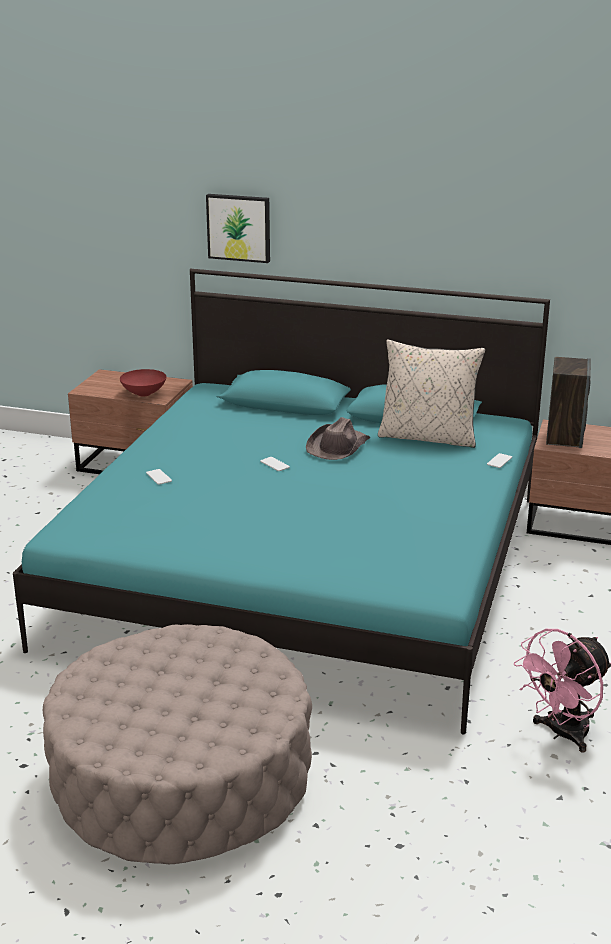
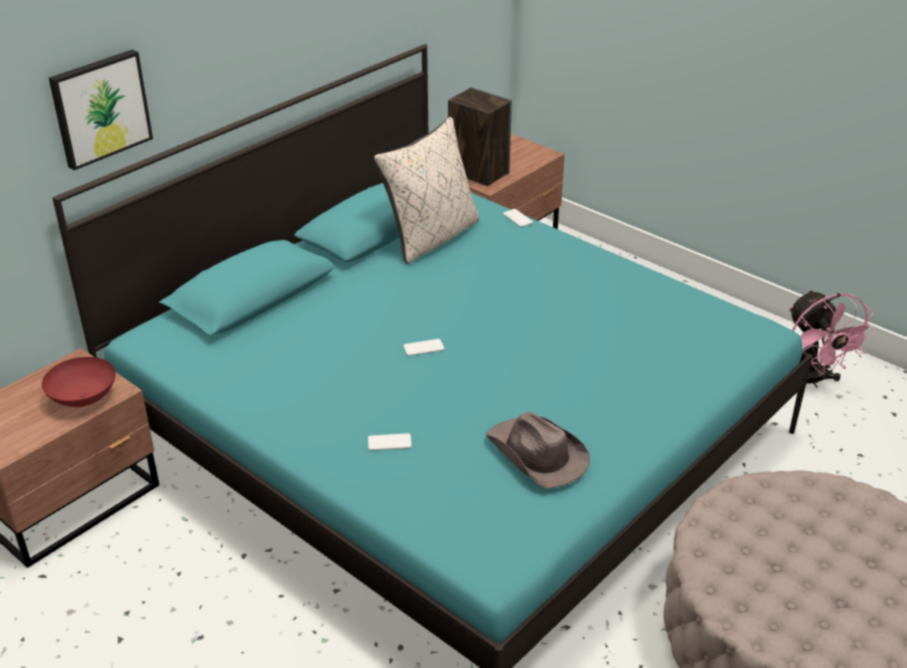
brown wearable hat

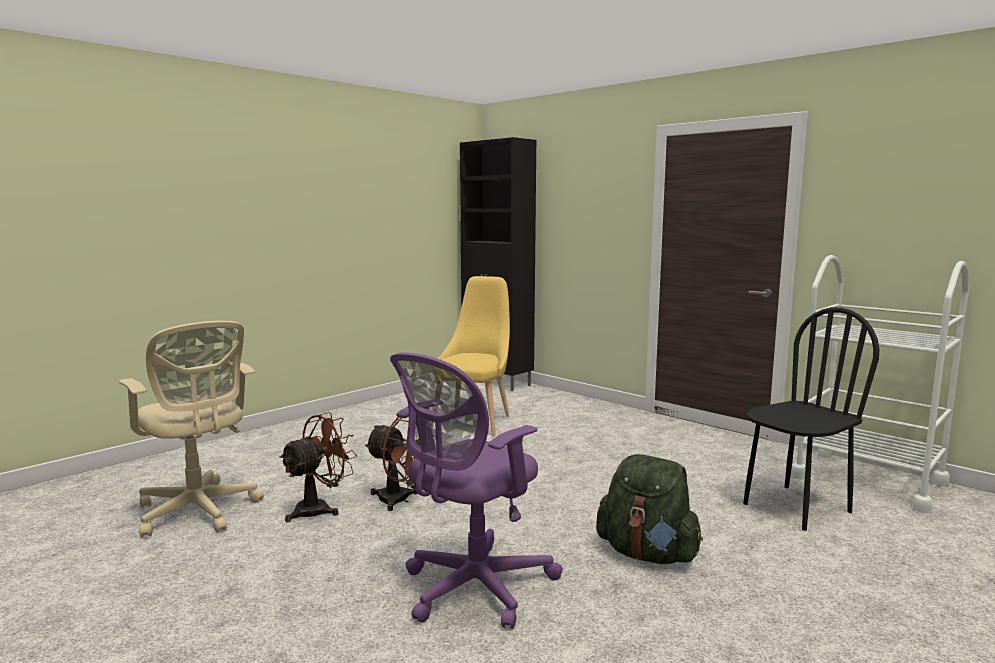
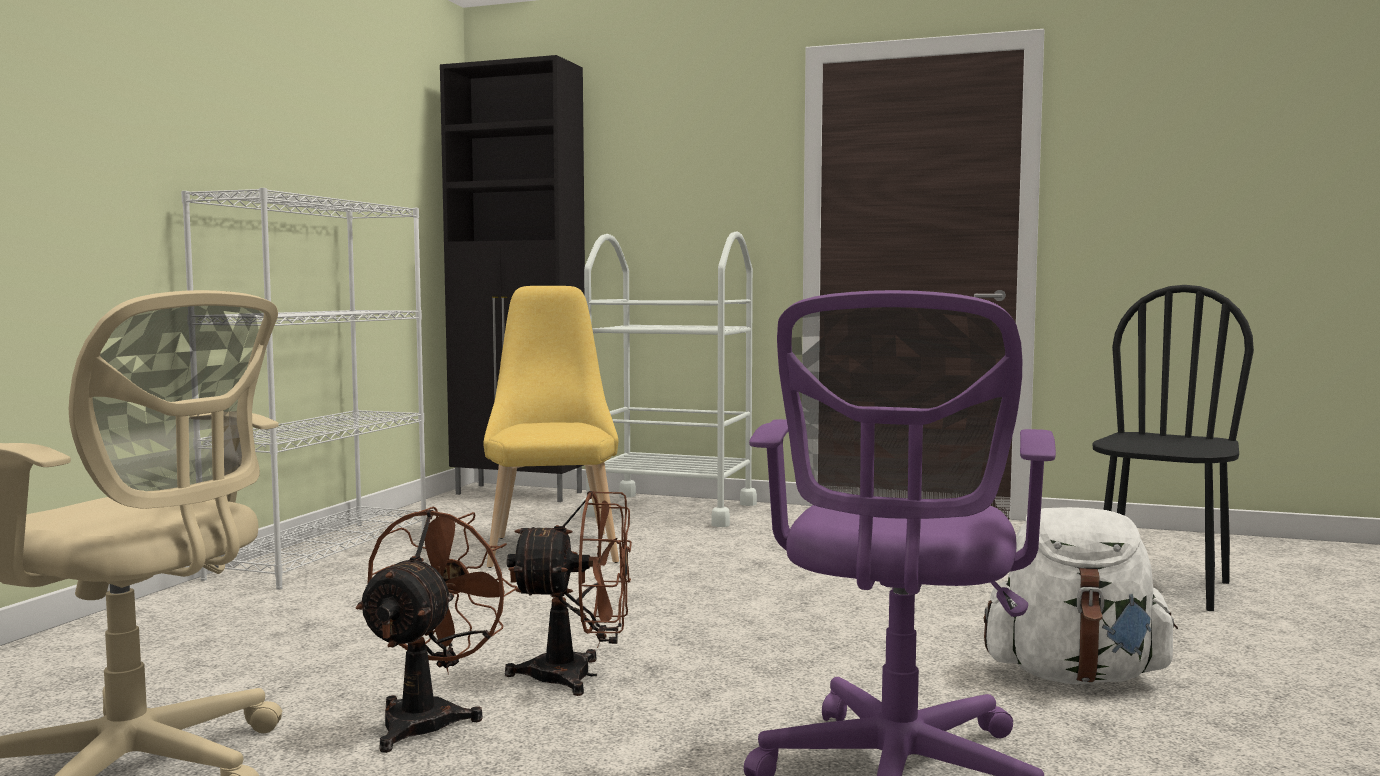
whitish knapsack
whitish cart
whitish bookcase

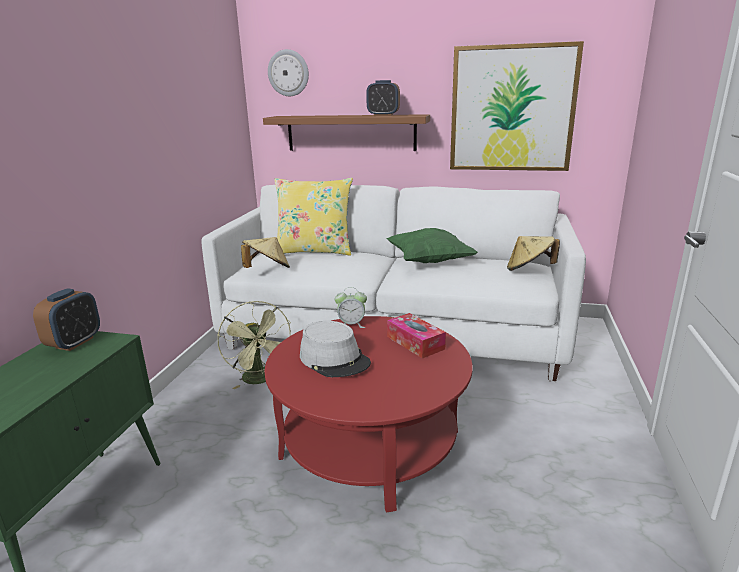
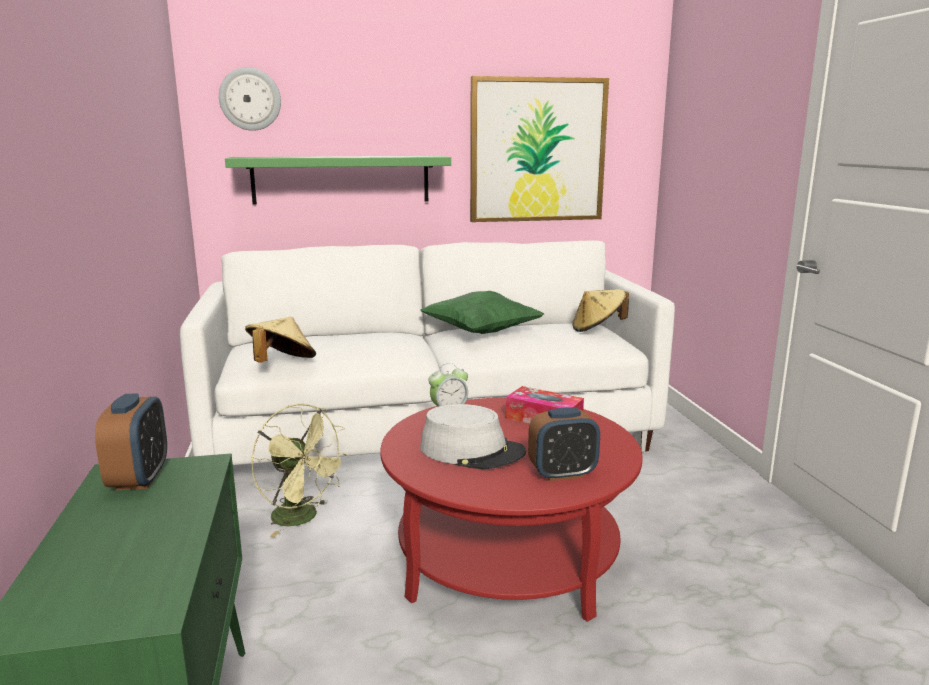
green wall shelf
yellowish pillow
bedside clock (no. 3 from left)

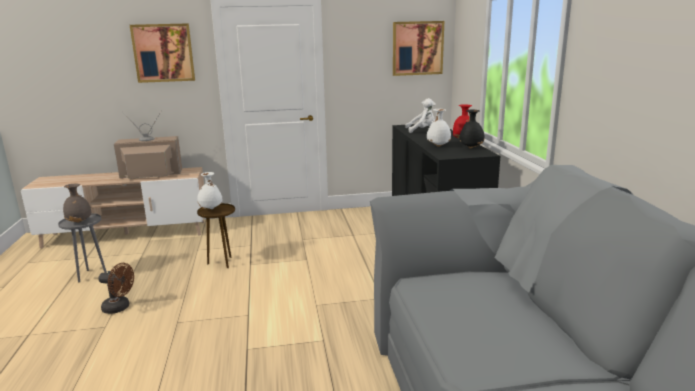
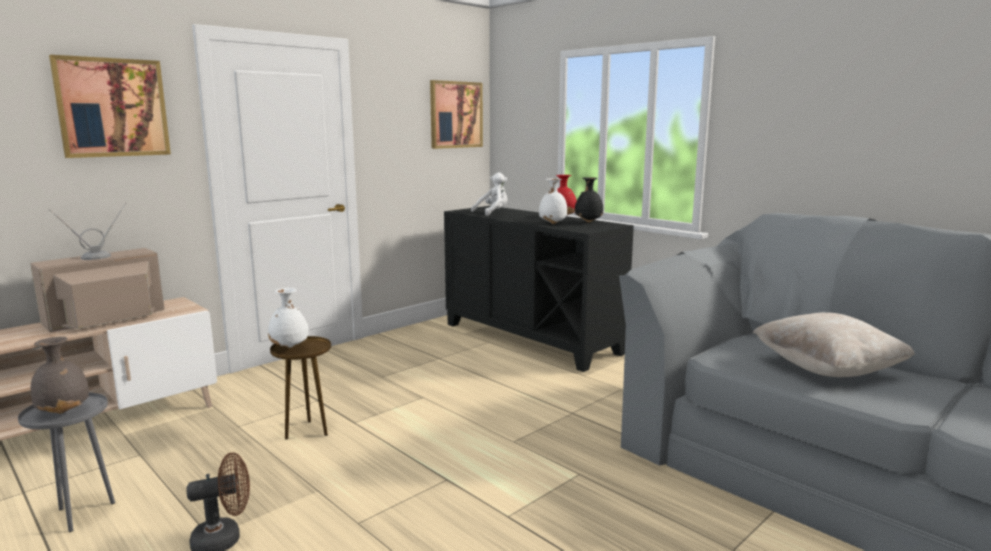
sand-coloured pillow

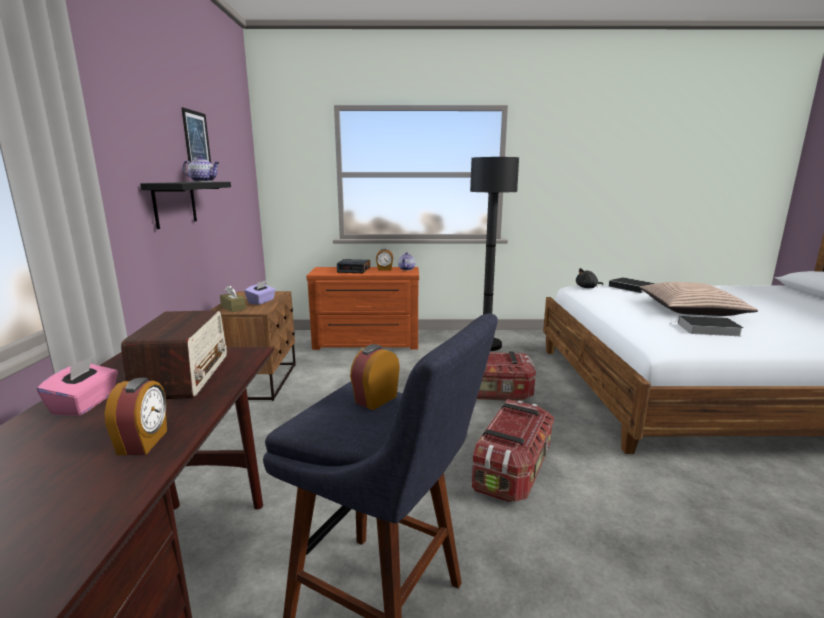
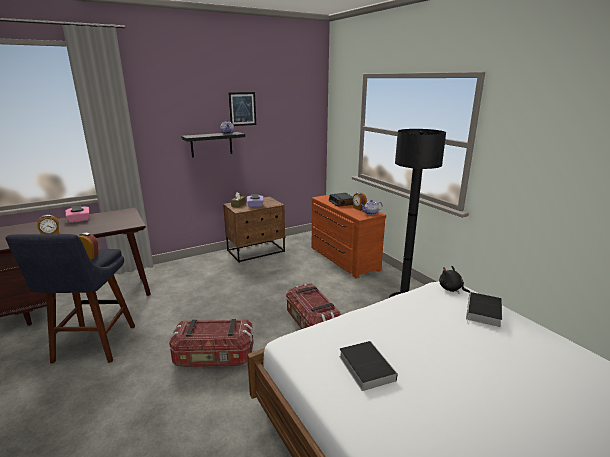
radio set
pillow

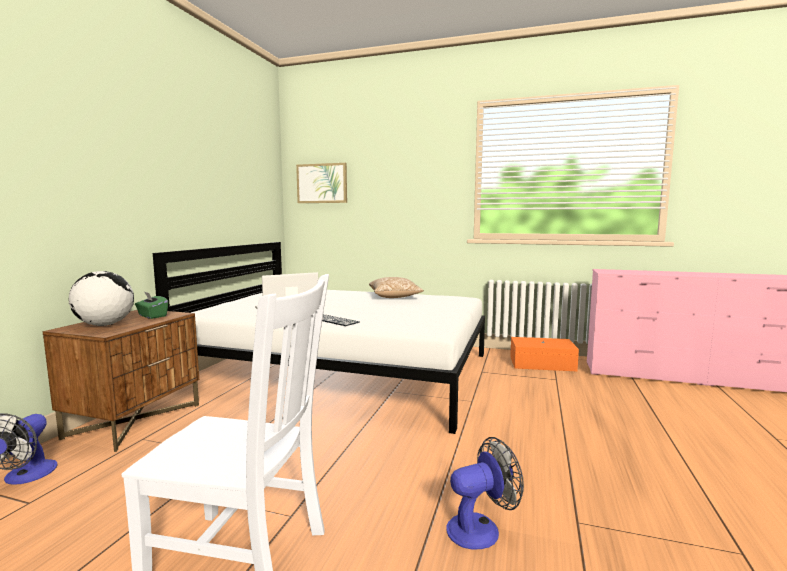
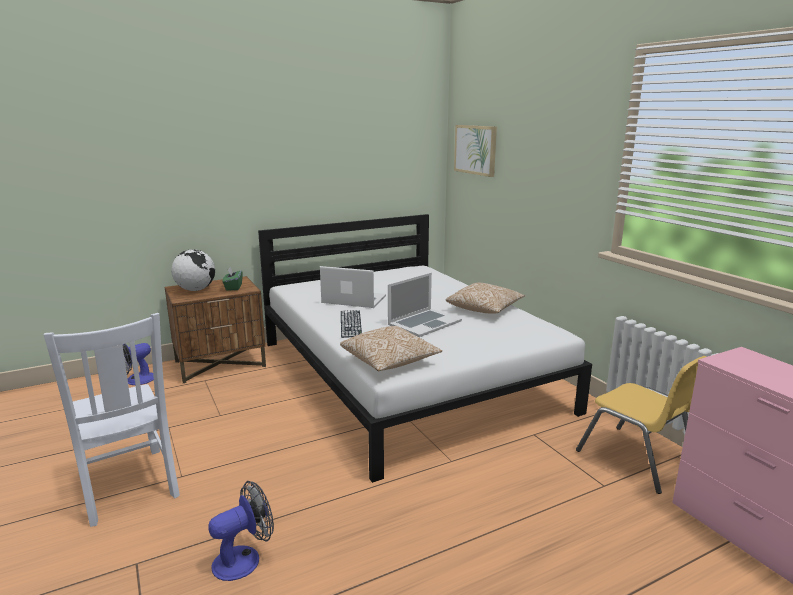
cooling fan (no. 2 from left)
yellowish chair
pillow (no. 1 from left)
notebook computer (no. 2 from left)

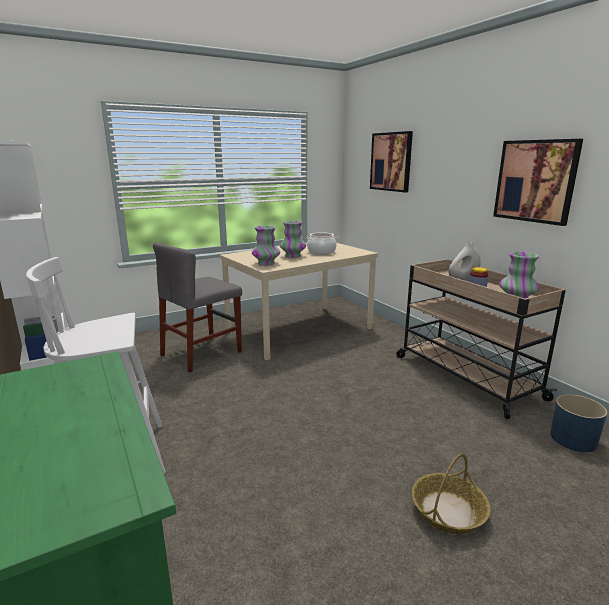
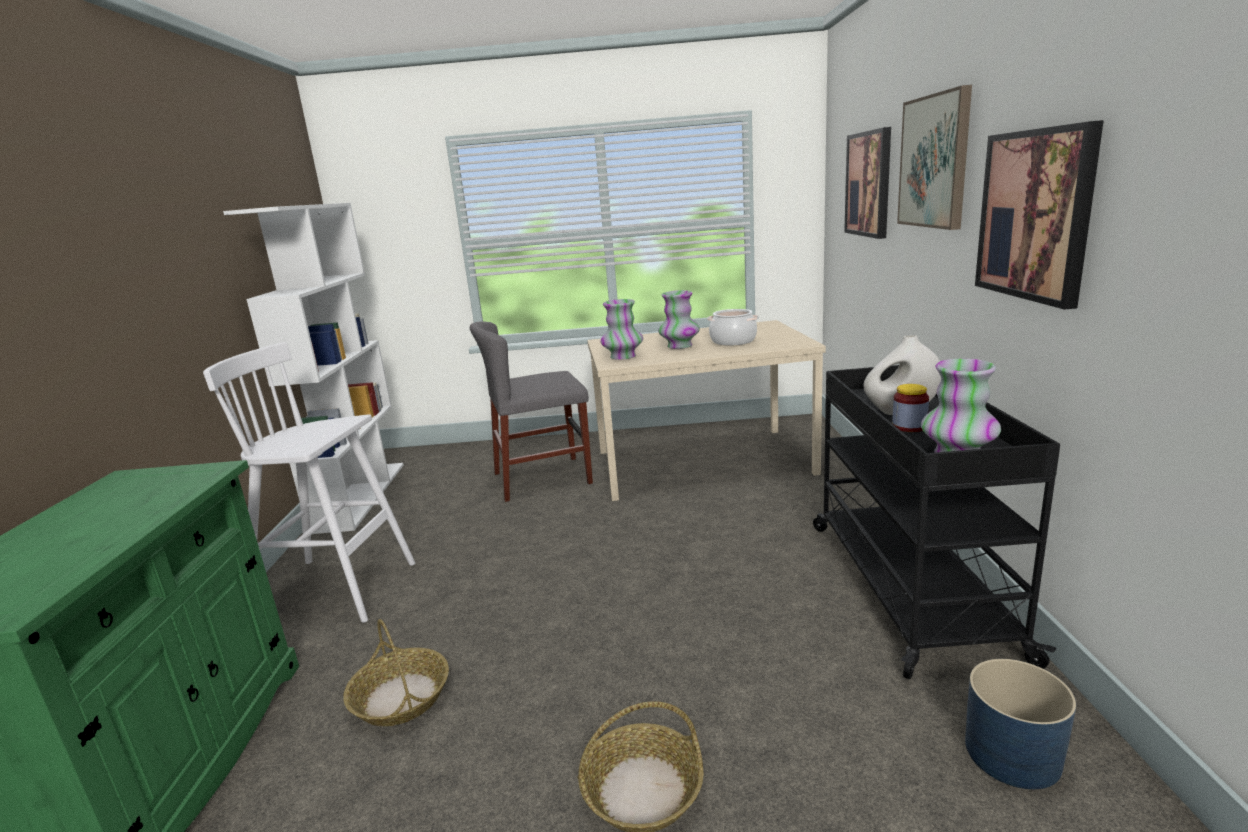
black cart
basket (no. 1 from left)
picture (no. 2 from left)

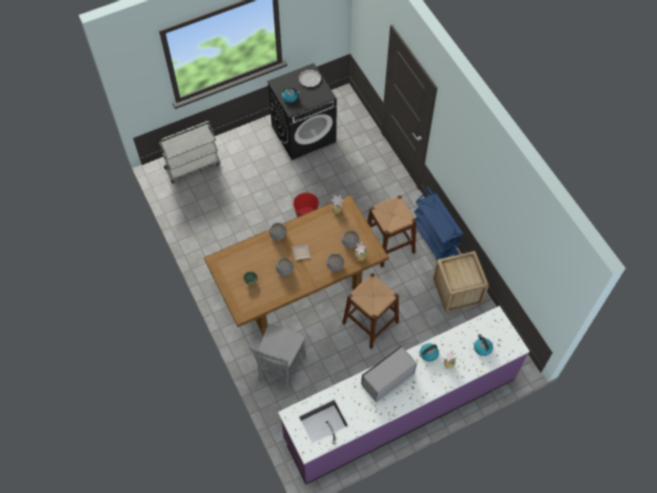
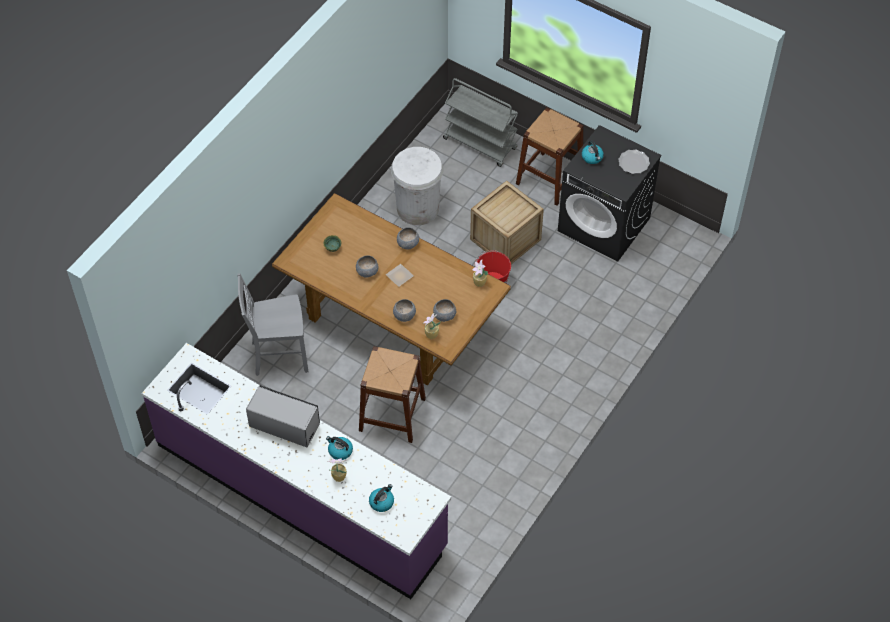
brown stool (no. 2 from left)
blue-coloured cart
crate
whitish trash can

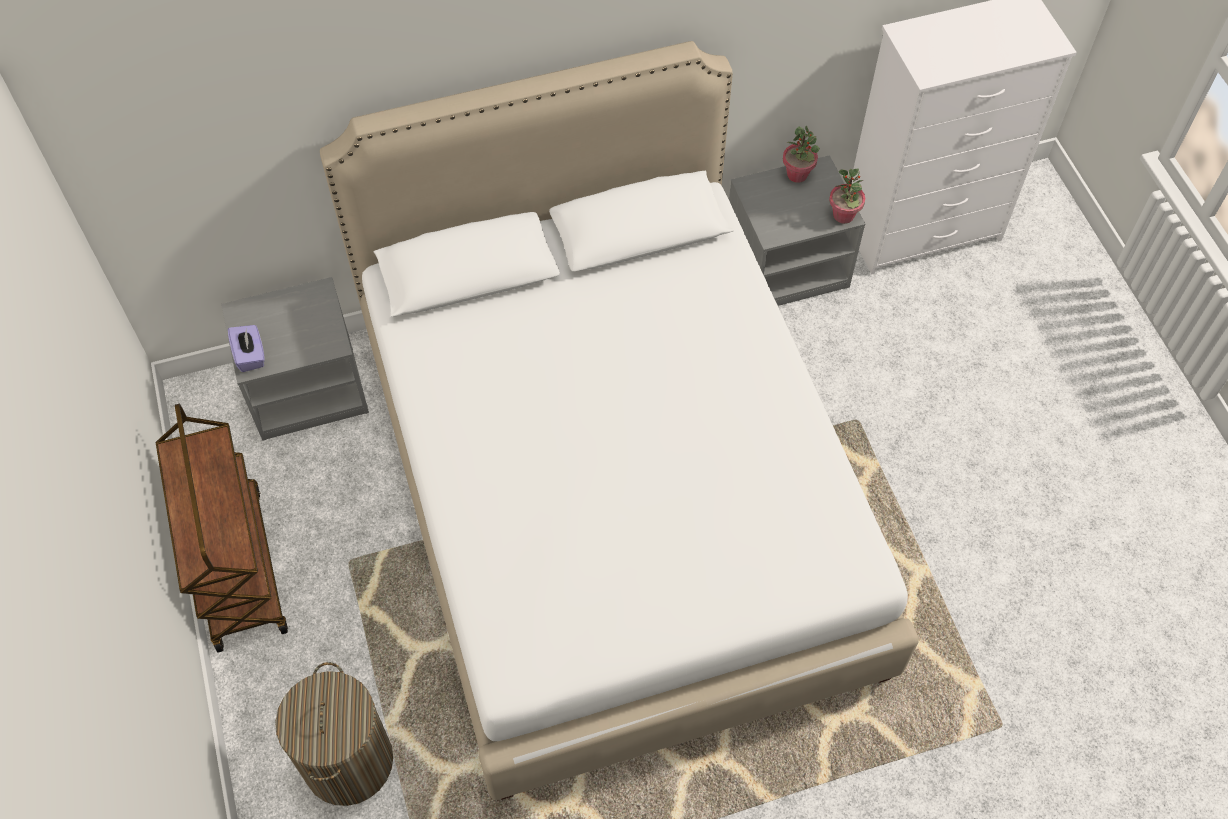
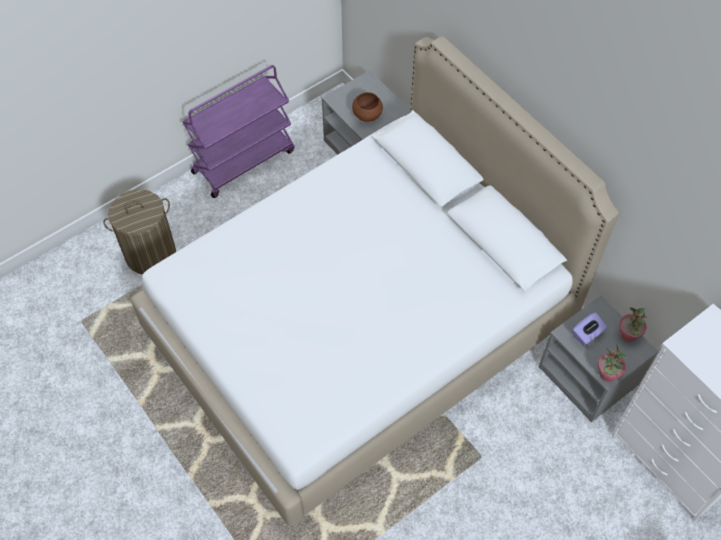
purplish cart
purplish tissue holder
brown bowl

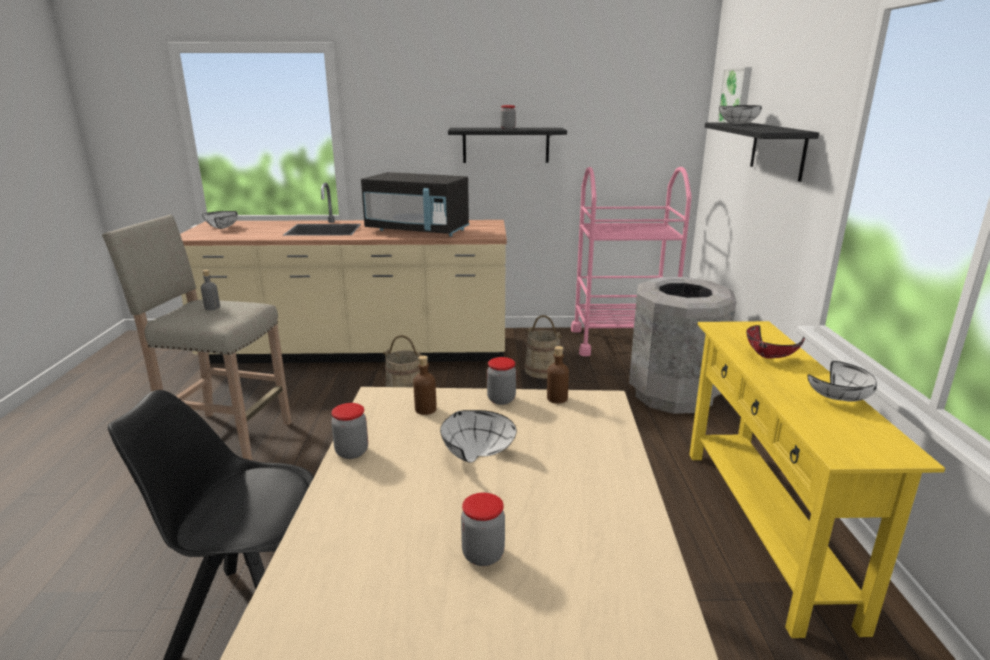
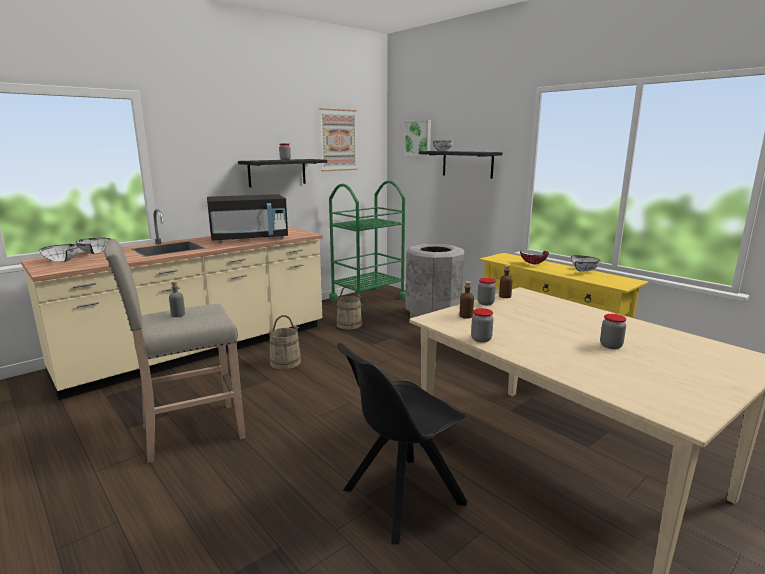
whitish bowl (no. 2 from left)
green cart
picture (no. 1 from left)

